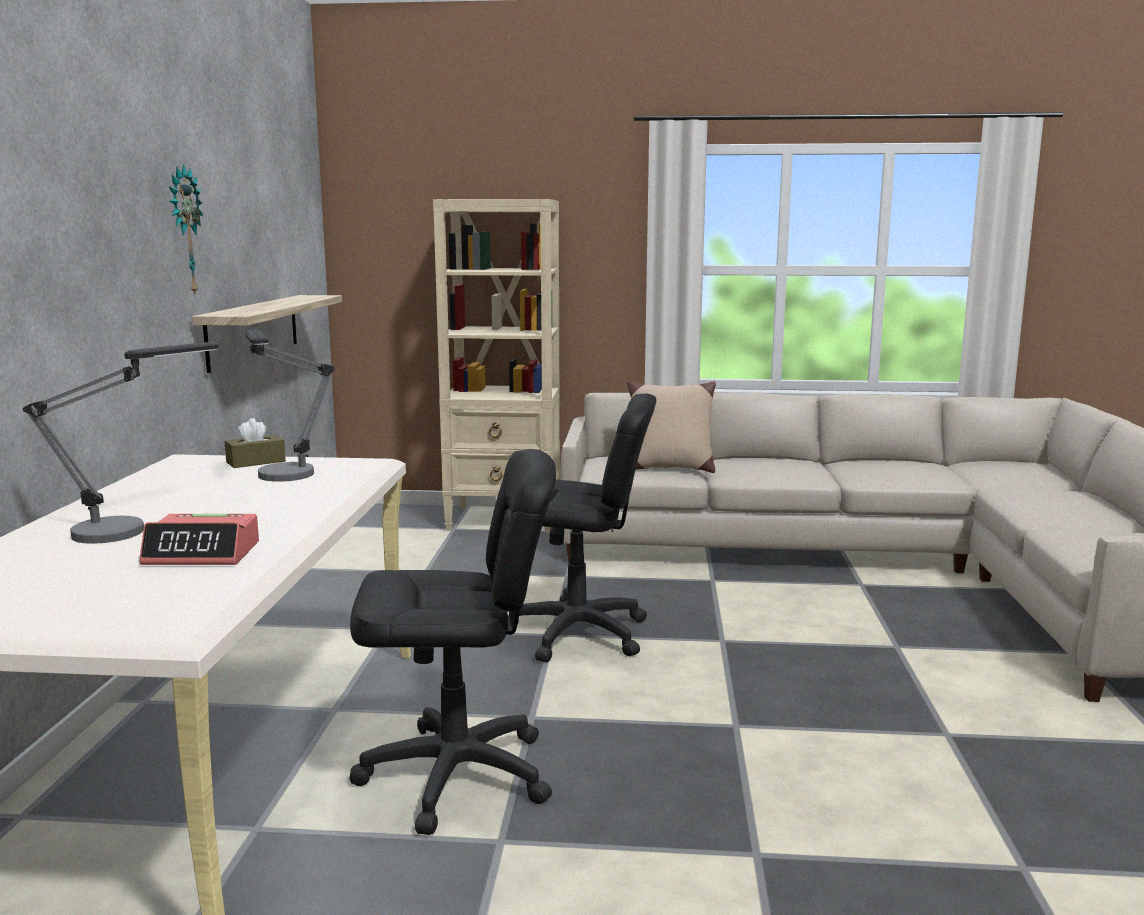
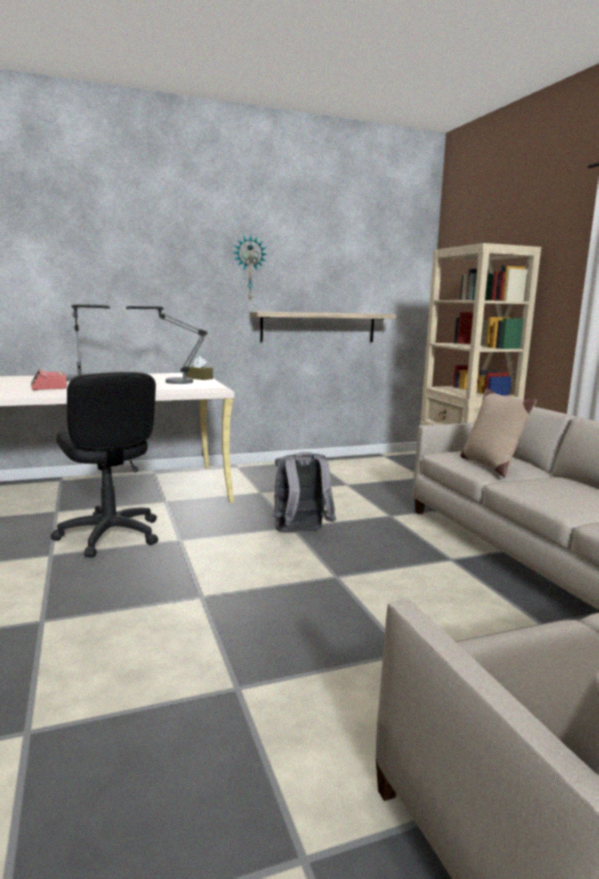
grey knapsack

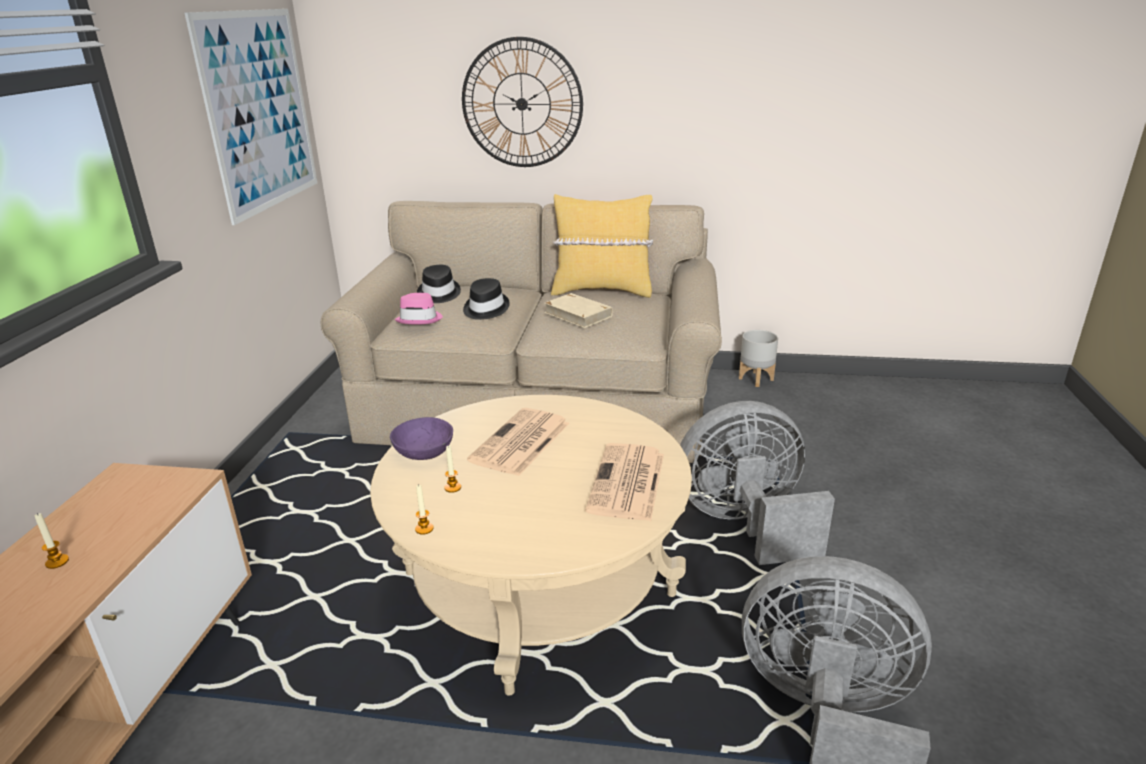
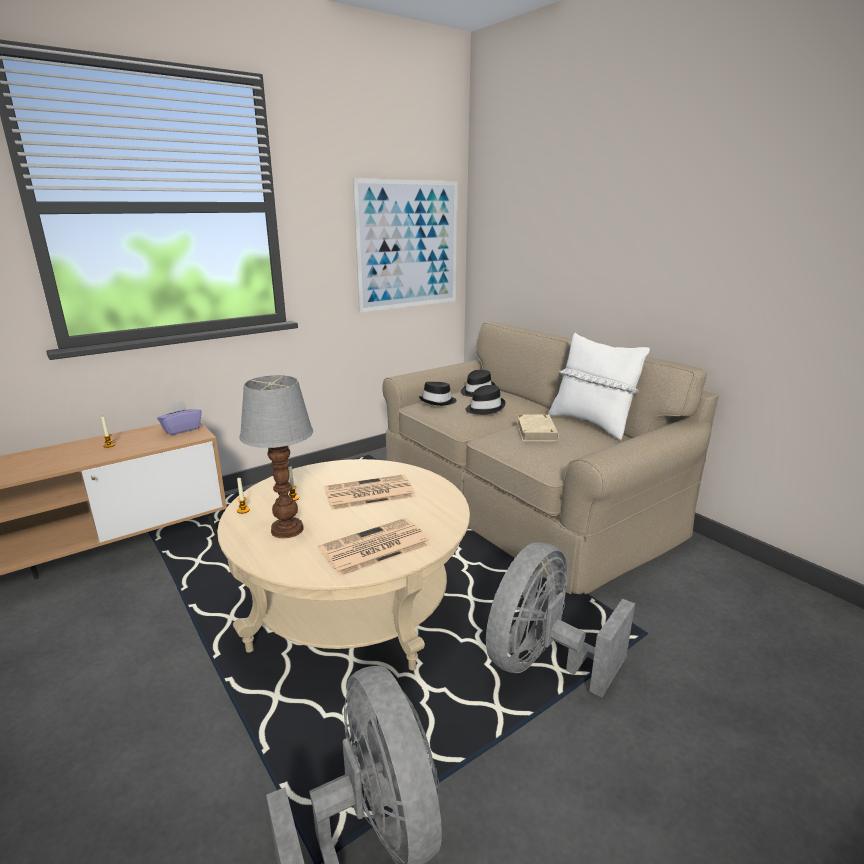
purplish bowl
black wearable hat (no. 1 from left)
wall clock
whitish pillow
grey cooling fan (no. 2 from left)
grey plant pot
purplish tissue holder
lamp for a table

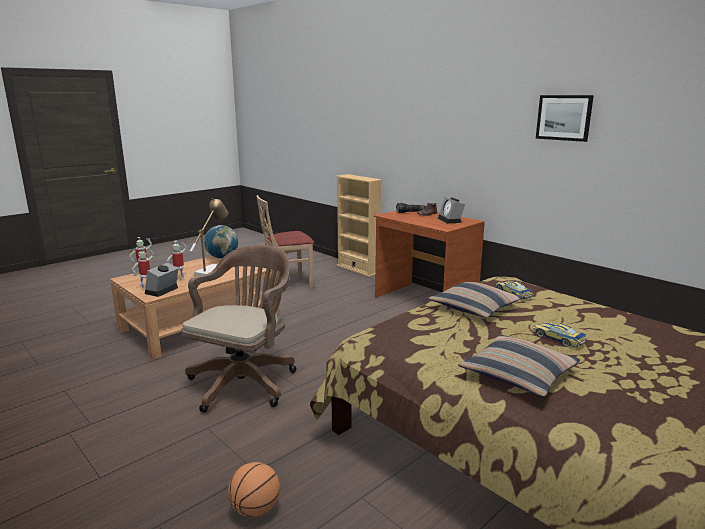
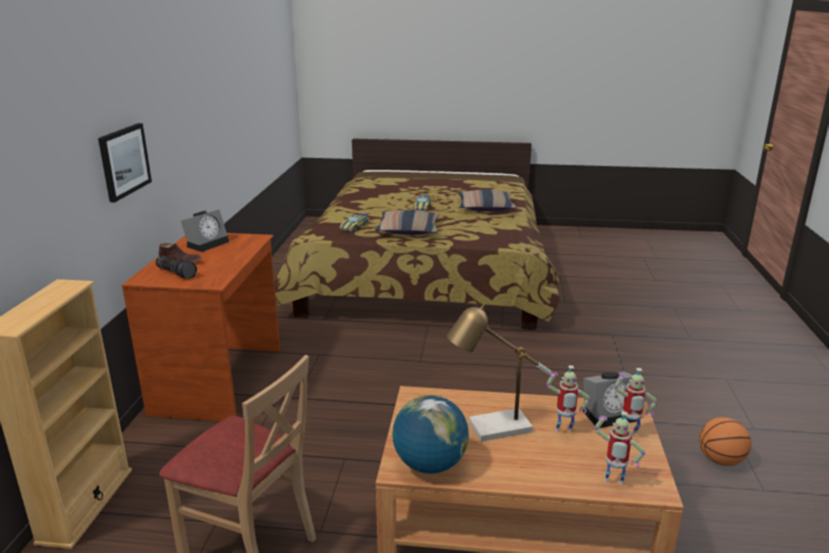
brown office chair
ball for basketball
picture

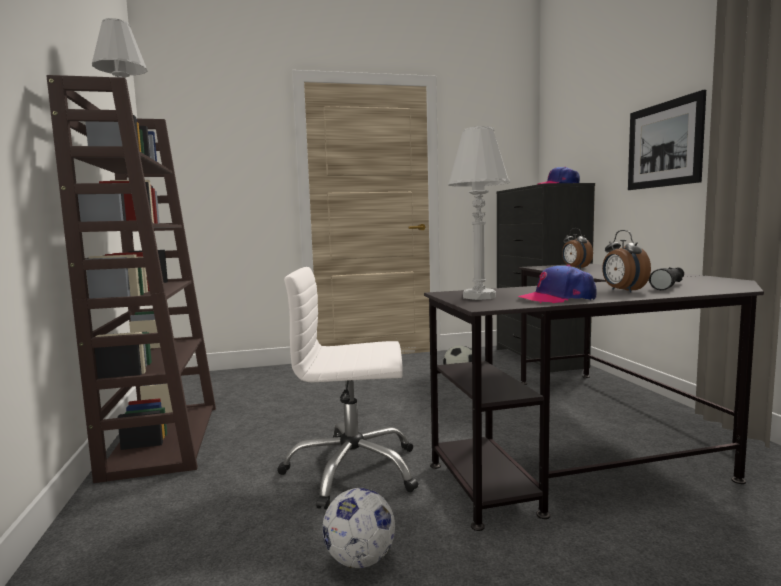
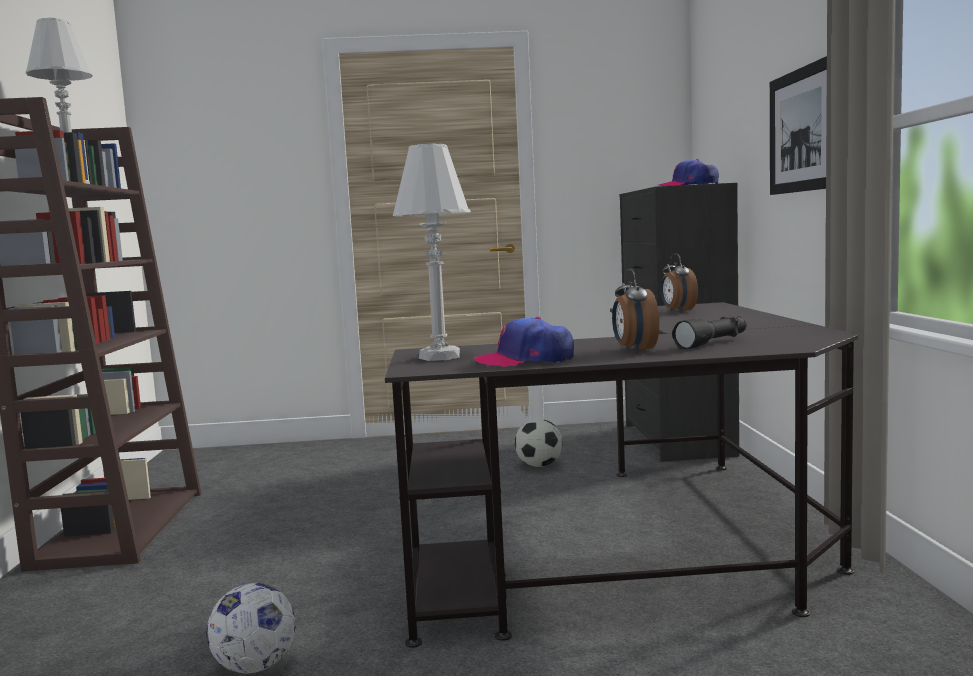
whitish office chair

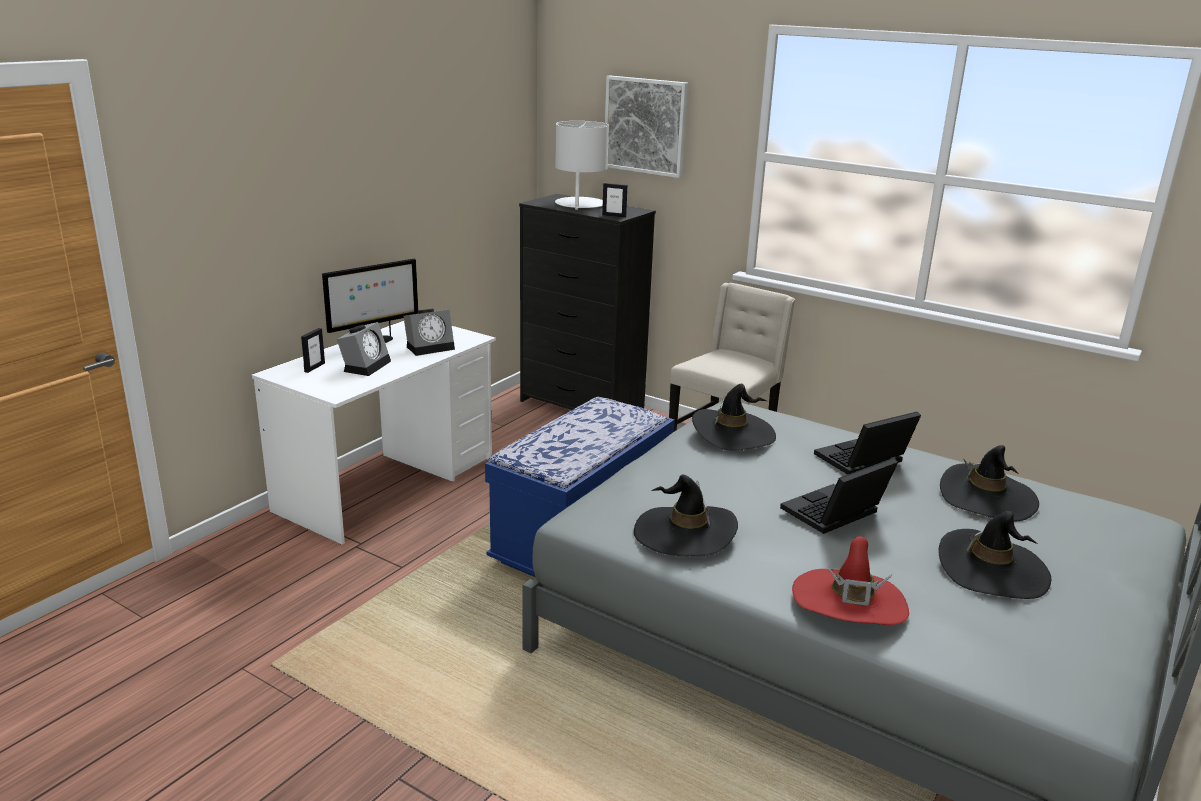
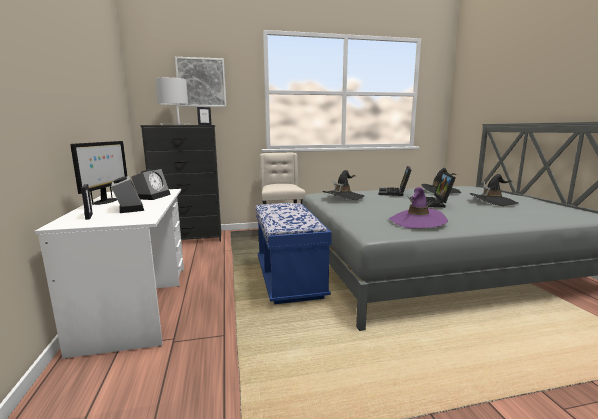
purplish wearable hat
red-coloured wearable hat

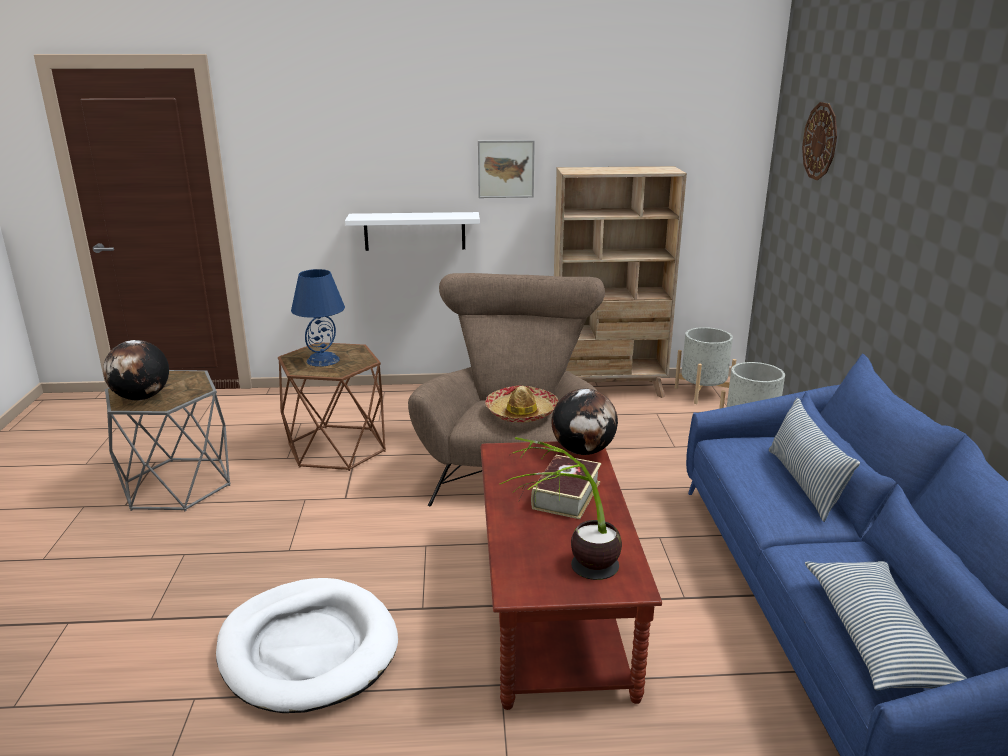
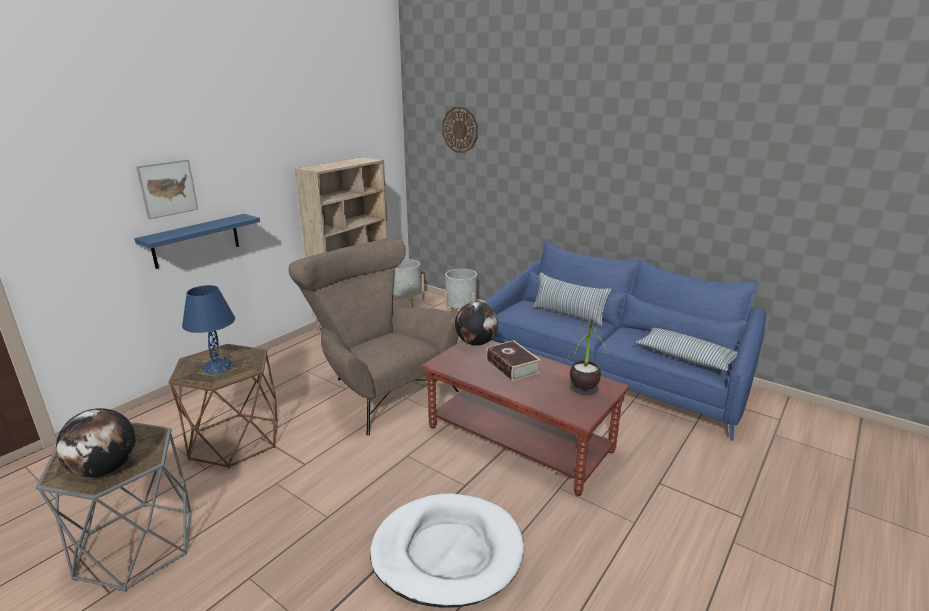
blue-coloured wall shelf
picture
wearable hat

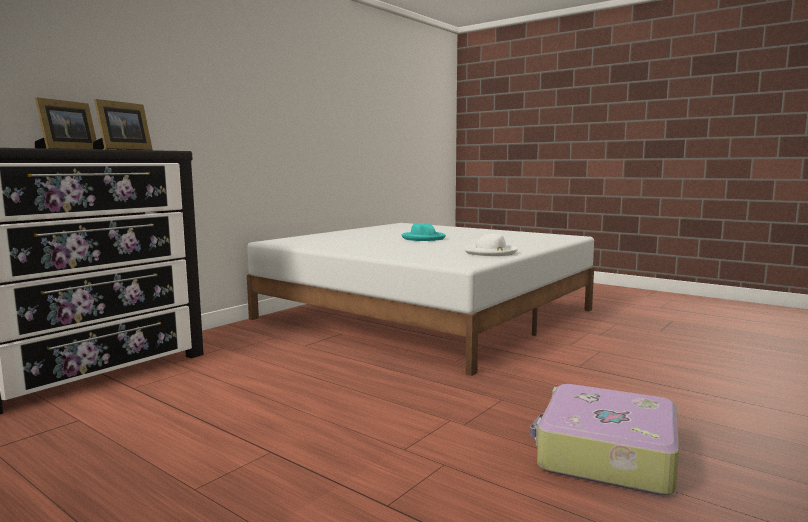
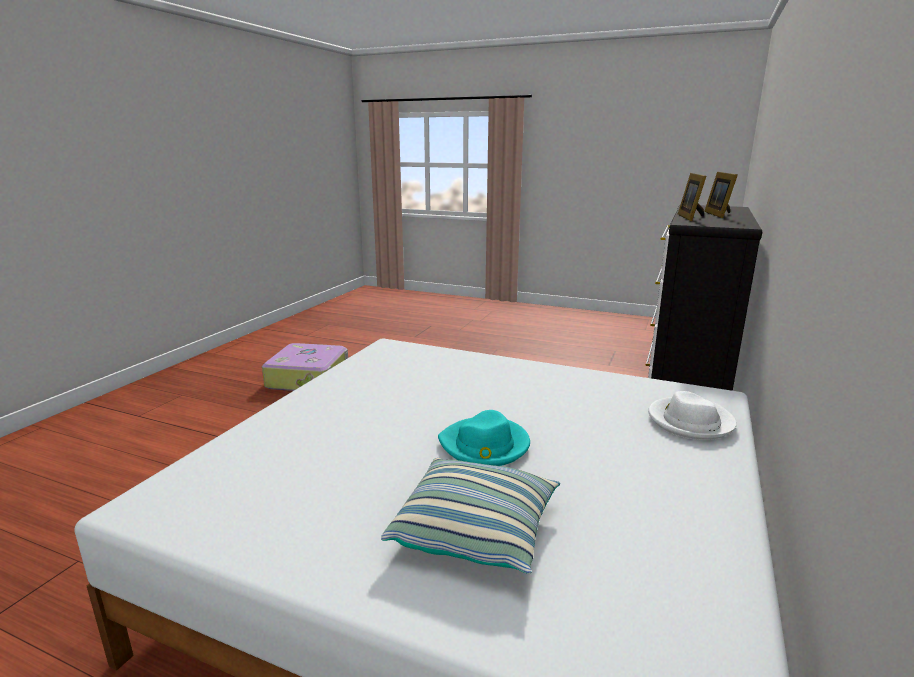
whitish wearable hat
pillow

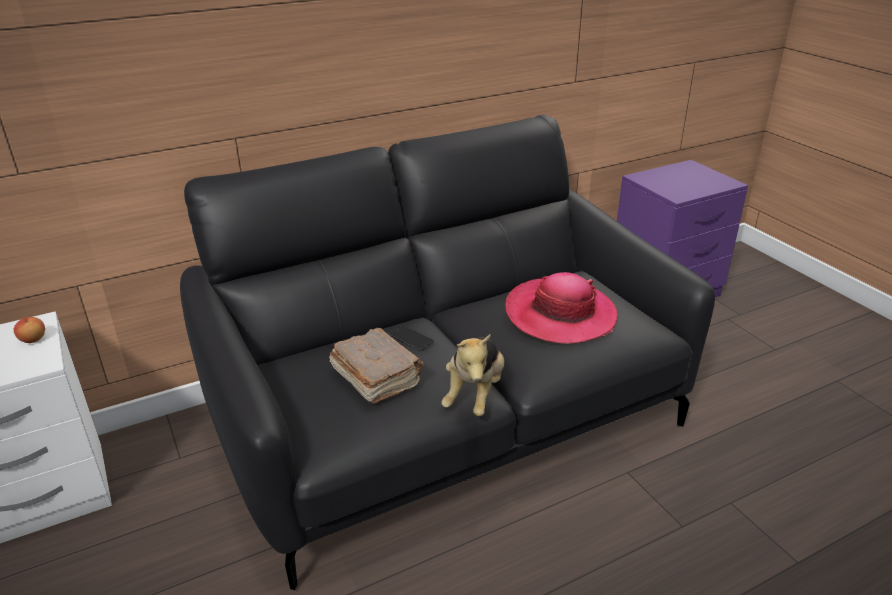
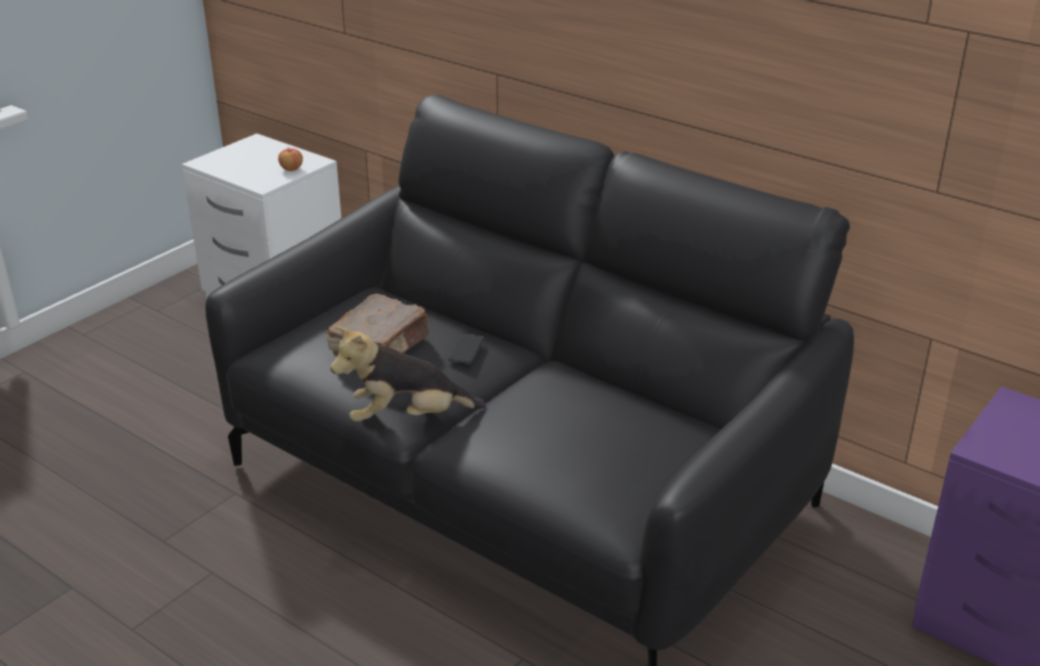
wearable hat

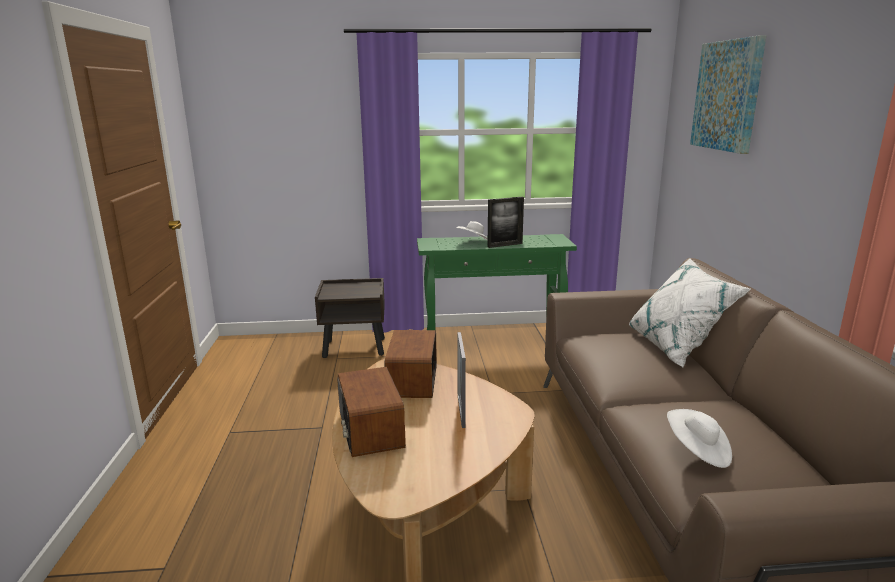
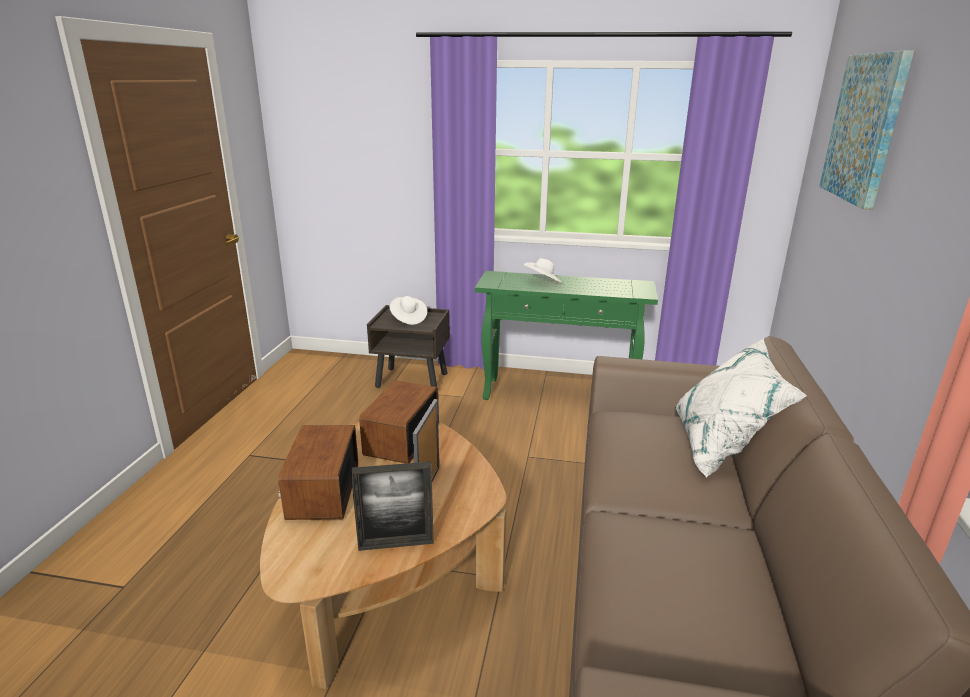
standing frame (no. 1 from left)
whitish wearable hat (no. 1 from left)

